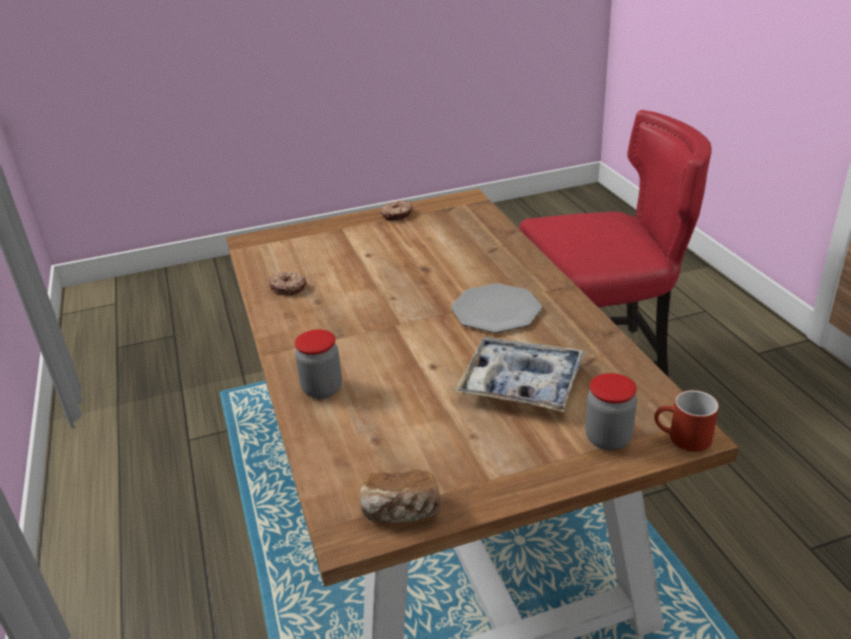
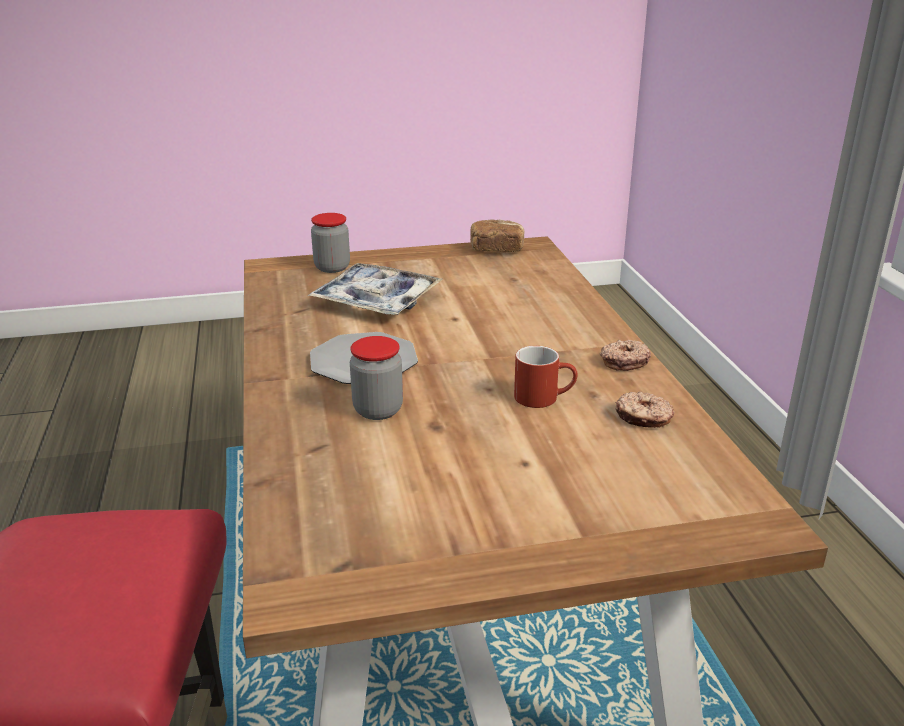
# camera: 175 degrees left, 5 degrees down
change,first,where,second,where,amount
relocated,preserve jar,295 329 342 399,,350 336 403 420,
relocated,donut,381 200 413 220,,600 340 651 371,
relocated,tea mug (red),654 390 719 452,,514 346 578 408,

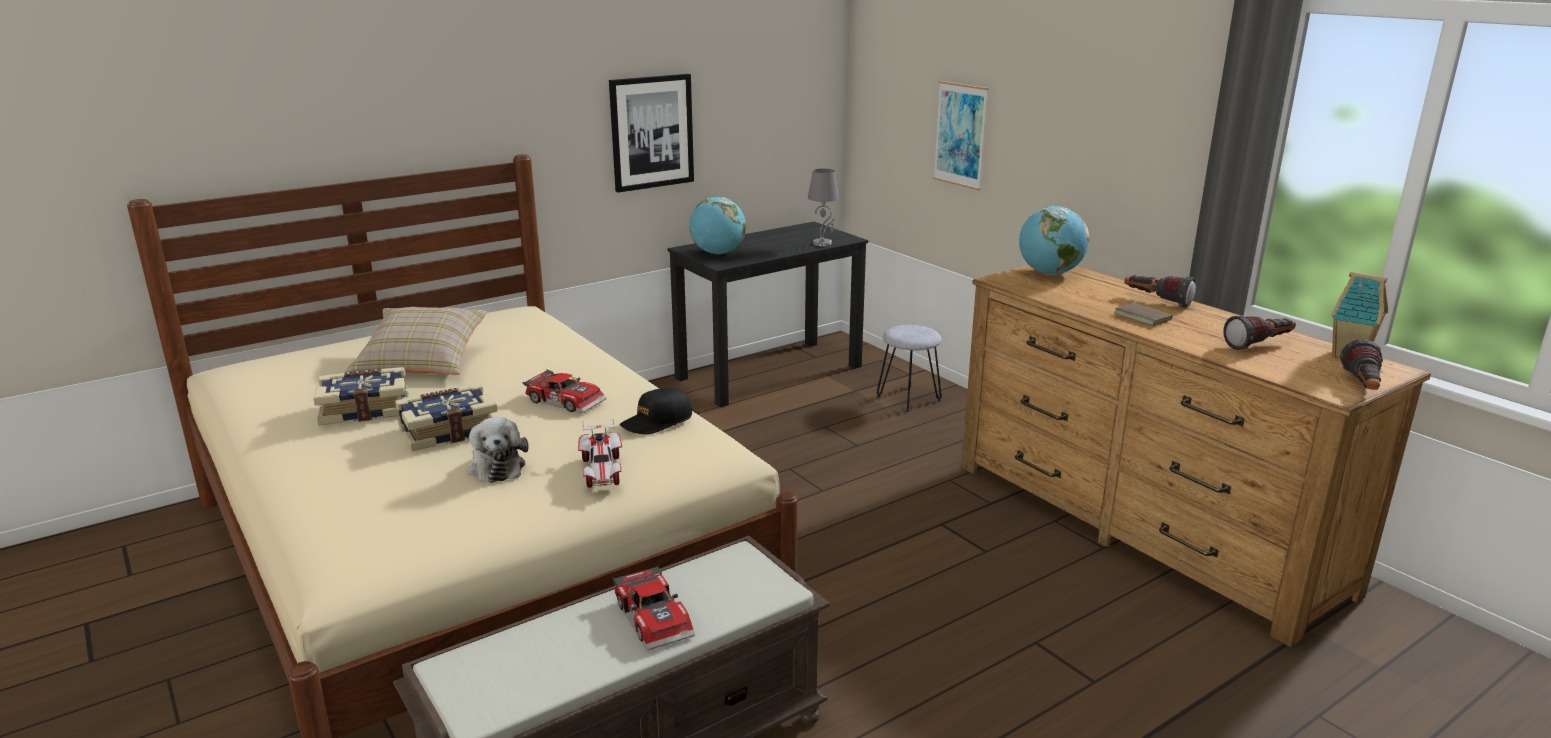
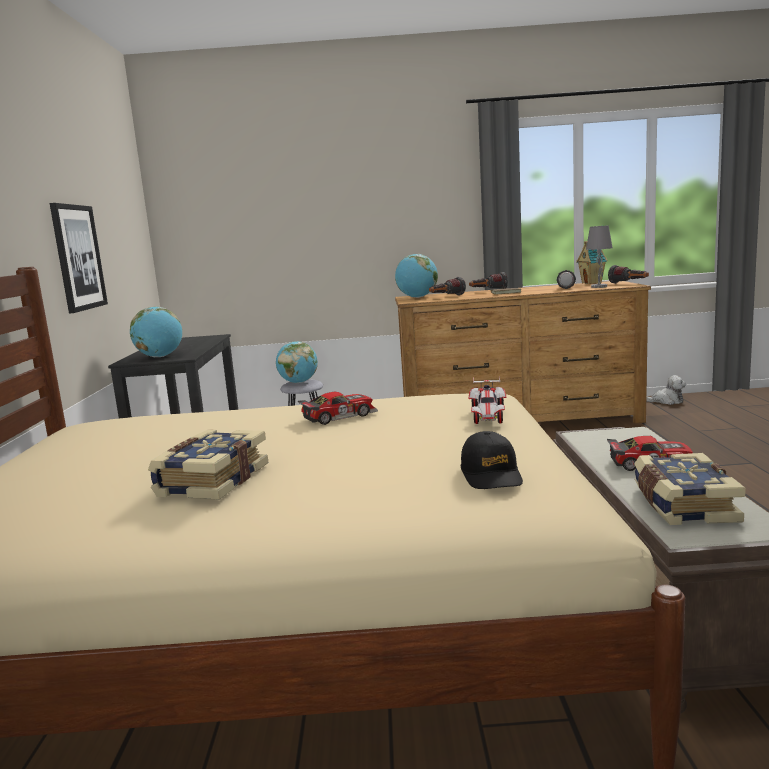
# camera: 55 degrees left, 10 degrees down
change,first,where,second,where,amount
missing,throw pillow (beige),345 307 487 375,,,
missing,wall art,933 81 988 190,,,
appeared,,,globe,276 341 318 383,
appeared,,,hand torch,429 277 466 296,
relocated,book,395 384 498 451,,634 453 746 525,
relocated,soft toy,467 417 529 483,,646 375 686 405,
relocated,peaked cap (black-coloured),620 387 692 434,,461 431 523 489,
relocated,lamp for a table (gray),808 169 839 246,,586 225 613 288,
spun,toy car,578 419 622 488,,468 376 506 424,75 degrees clockwise

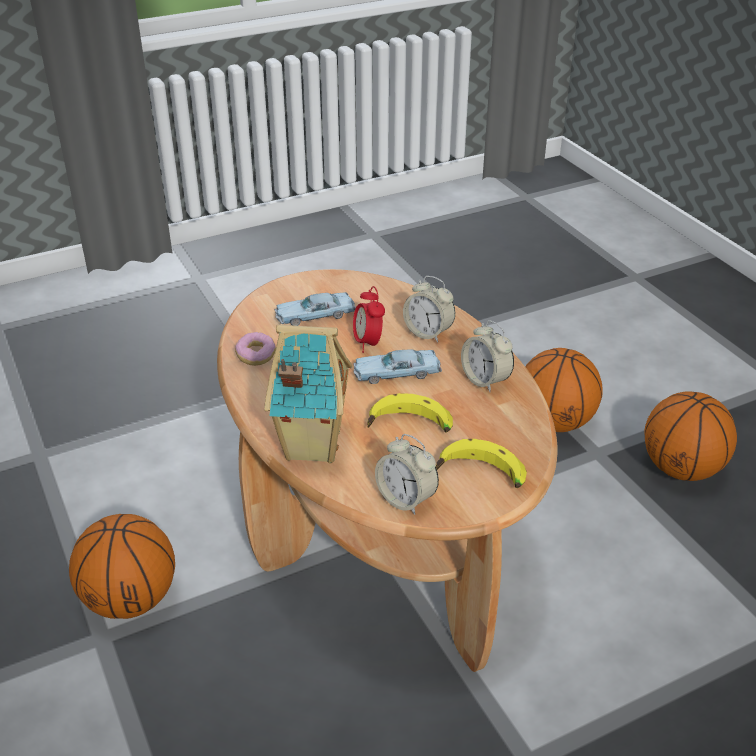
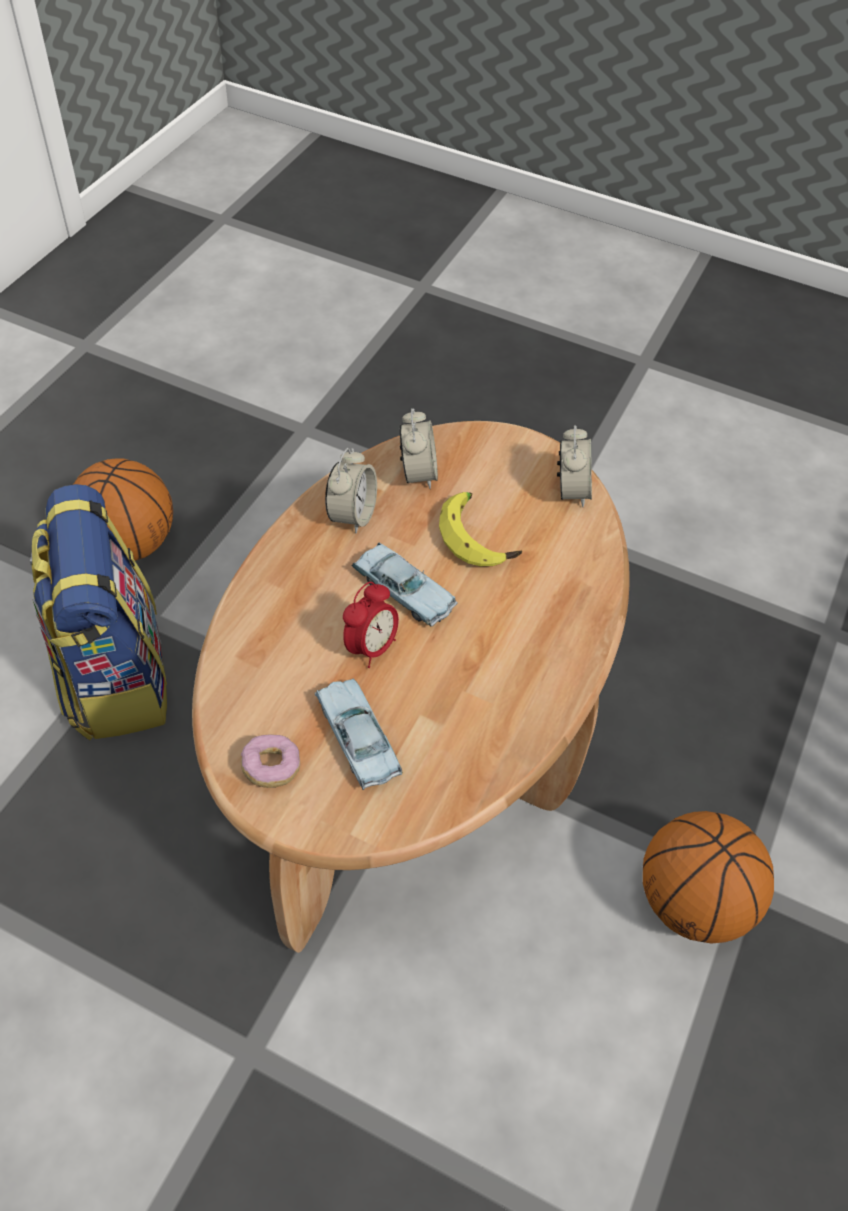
# camera: 130 degrees left, 15 degrees up
change,first,where,second,where,amount
missing,miniature house,264 325 352 464,,,
missing,whole banana,436 439 527 488,,,
relocated,donut,235 332 276 366,,241 734 300 788,
relocated,alarm clock,403 276 455 343,,400 408 438 489,
exchanged,basketball,525 348 603 432,rucksack,30 484 167 740,
spun,toy car (blue-coloured),275 292 356 326,,315 678 402 790,150 degrees counterclockwise

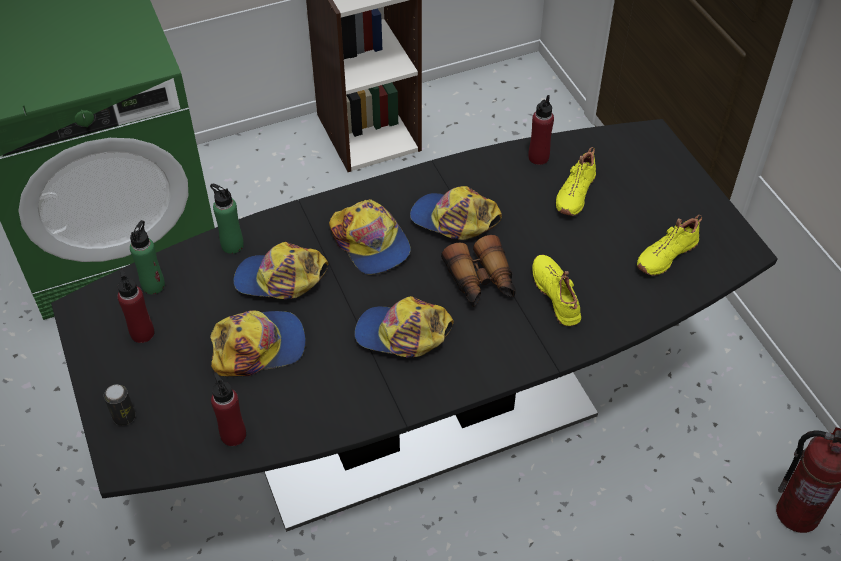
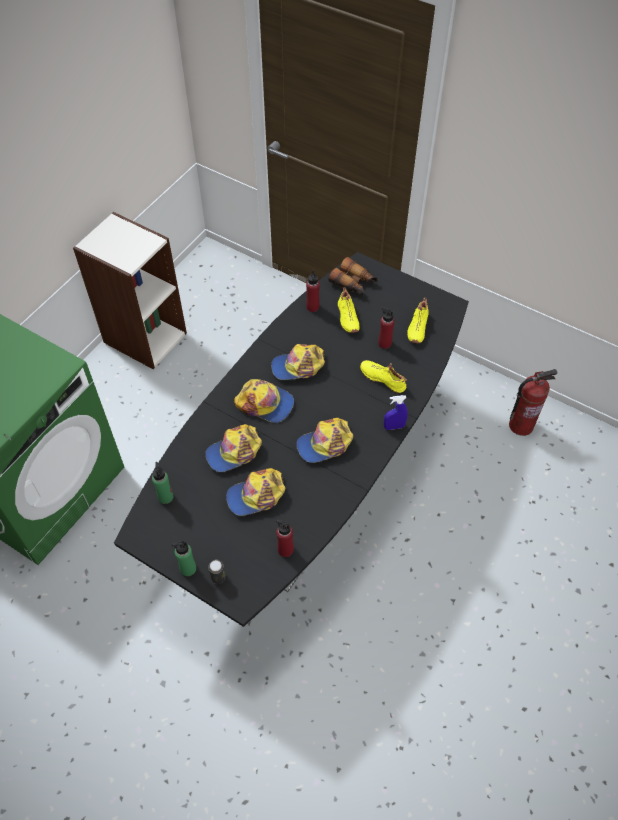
# camera: 35 degrees left, 5 degrees up
change,first,where,second,where,amount
appeared,,,spray bottle (blue-coloured),384 395 408 430,
relocated,bottle (red),117 269 154 343,,378 307 395 349,
relocated,bottle (greenish),210 184 244 254,,172 541 196 576,
relocated,field glasses,441 235 516 307,,329 257 377 295,
spun,peaked cap,210 310 306 376,,226 468 285 516,150 degrees counterclockwise

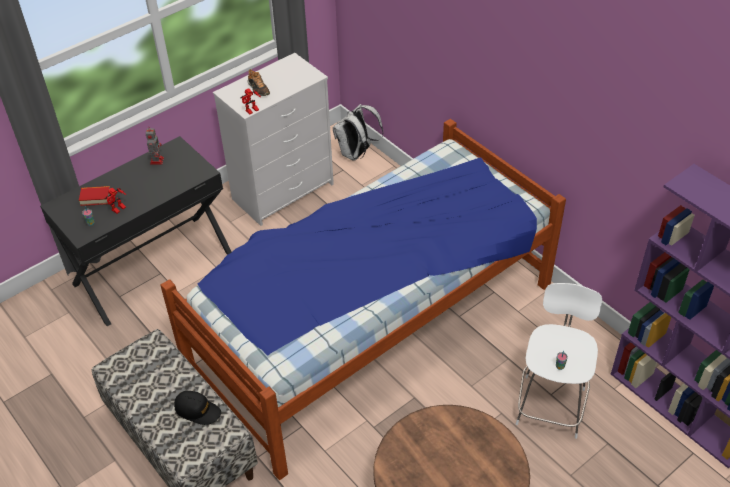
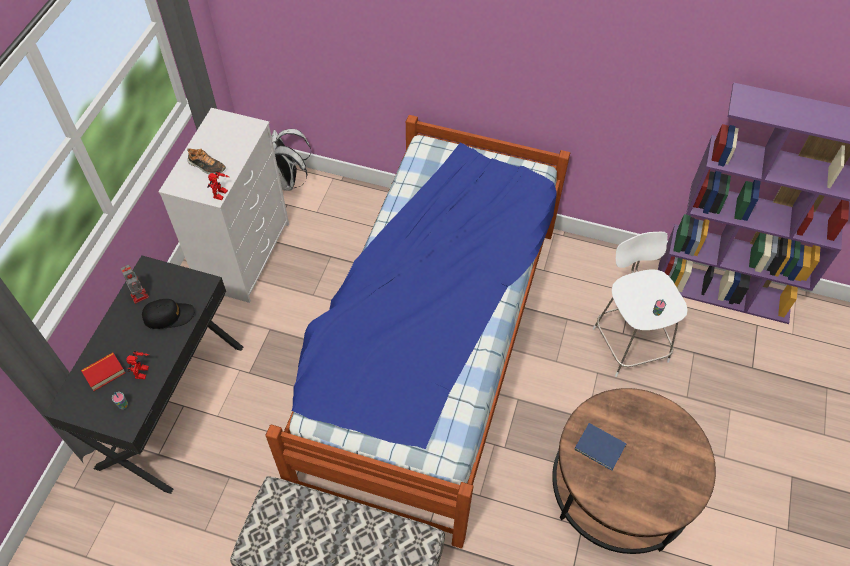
# camera: 35 degrees left, 10 degrees up
change,first,where,second,where,amount
appeared,,,book (blue-coloured),574 423 627 471,
relocated,peaked cap (black-coloured),174 391 221 425,,142 299 194 329,

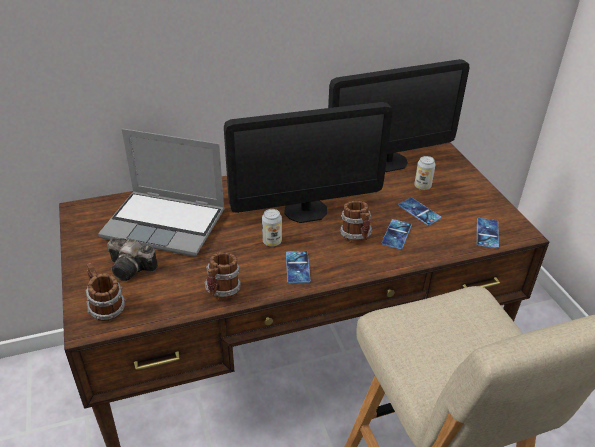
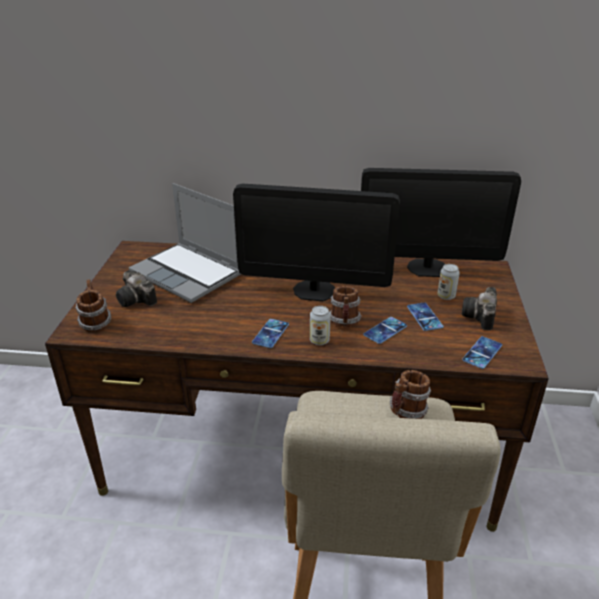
# camera: 25 degrees right, 5 degrees down
change,first,where,second,where,amount
appeared,,,photo camera,462 287 497 331,
relocated,tea mug,204 252 241 299,,390 370 431 419,
relocated,can,262 209 282 247,,310 306 331 345,

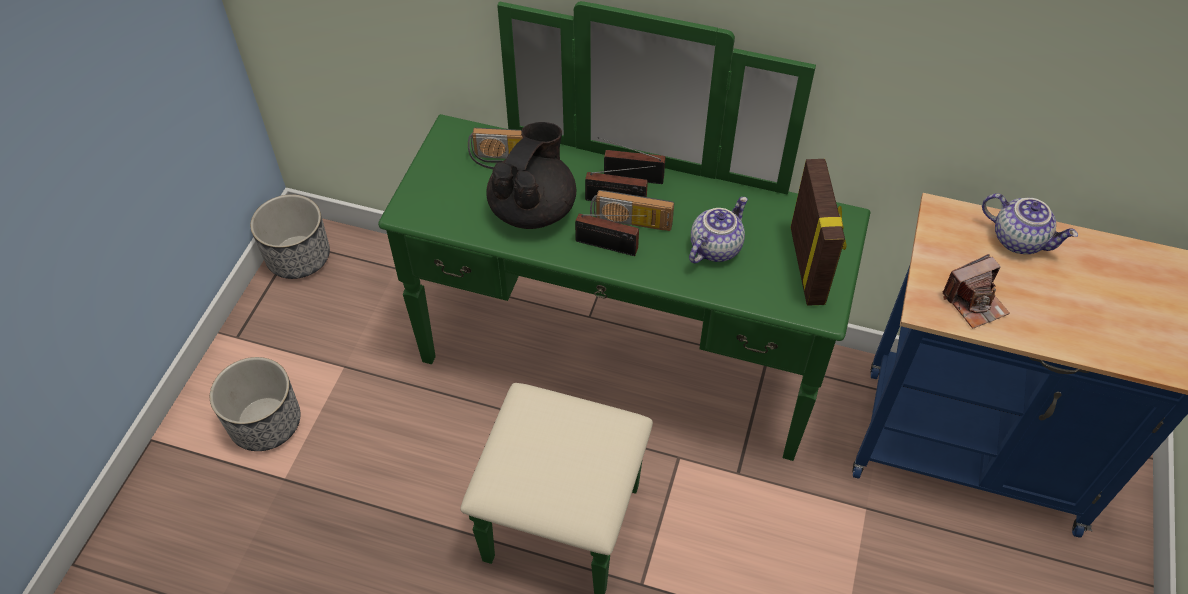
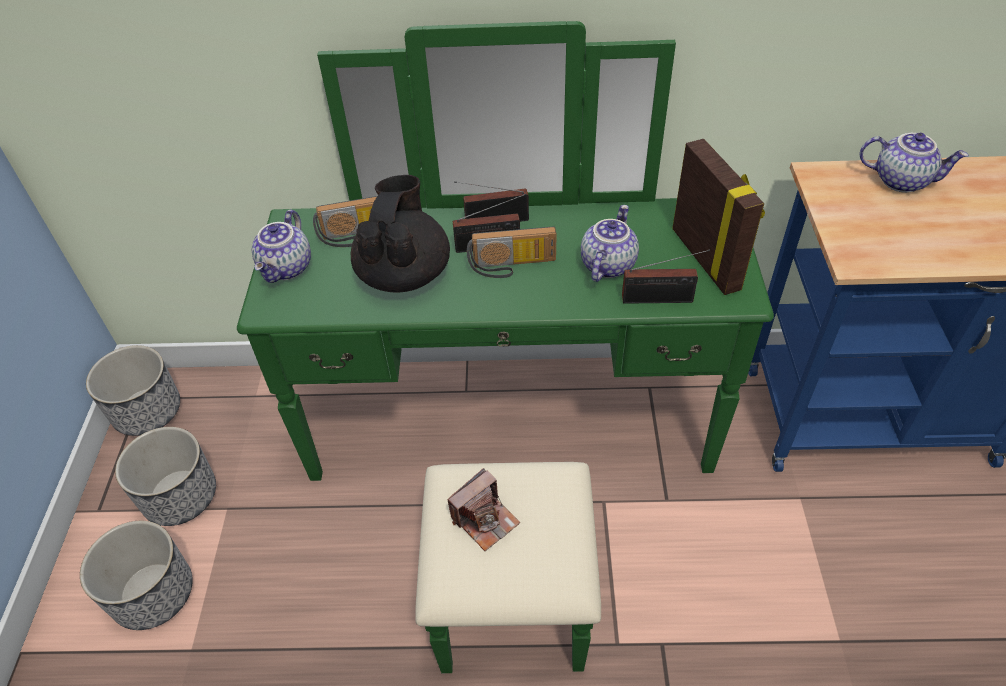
# camera: 15 degrees left, 5 degrees down
change,first,where,second,where,amount
appeared,,,flower pot,115 427 216 526,
appeared,,,pot for tea,252 210 311 283,
relocated,radio,575 213 647 256,,622 250 710 304,
relocated,photo camera,943 254 1010 329,,447 468 520 551,

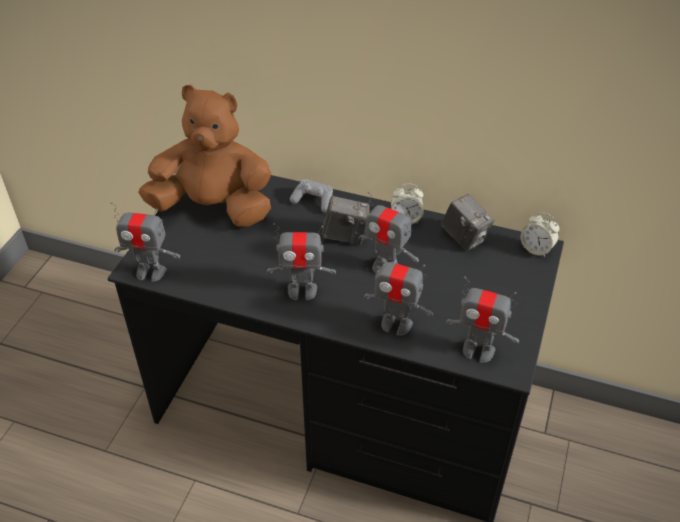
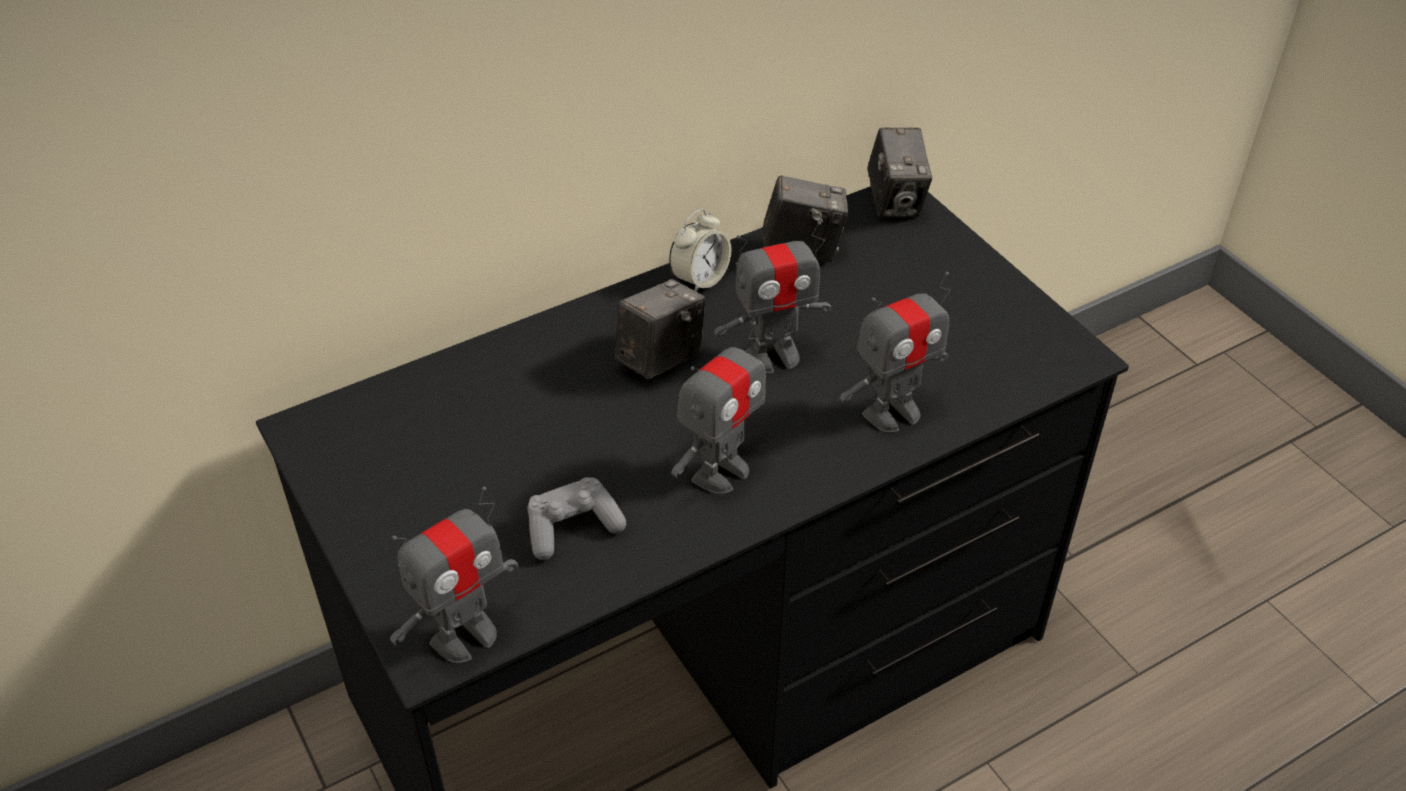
# camera: 50 degrees left, 0 degrees up
change,first,where,second,where,amount
missing,soft toy (brown),138 85 271 227,,,
missing,model robot,446 276 519 363,,,
relocated,joypad (gray),290 179 333 213,,527 477 626 560,
exchanged,alarm clock,520 212 559 257,photo camera,867 128 932 218,

